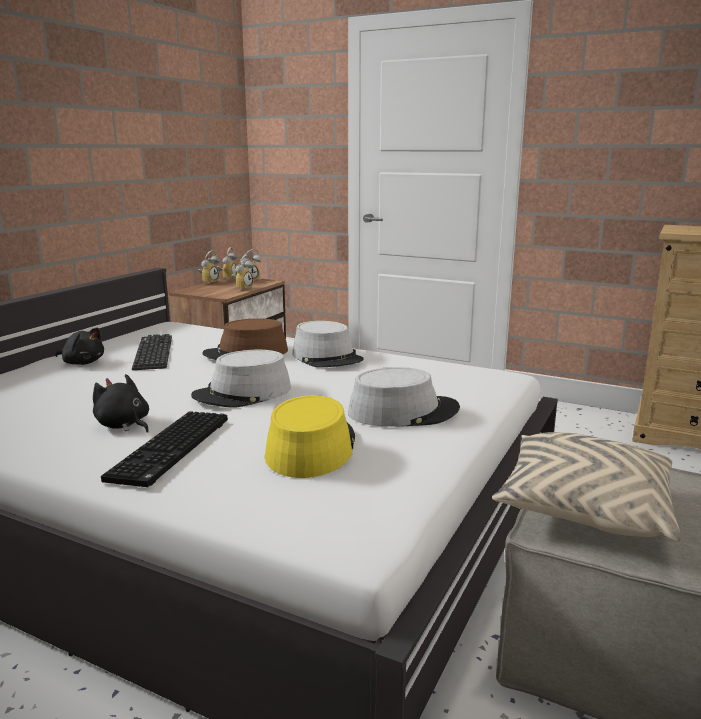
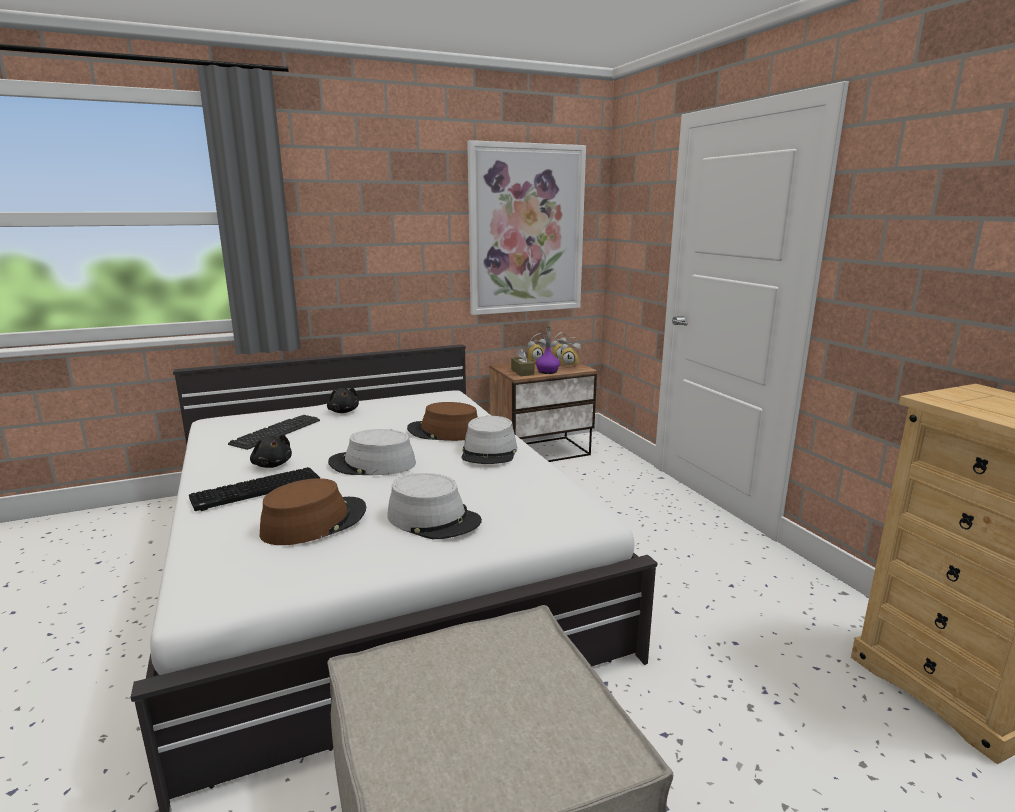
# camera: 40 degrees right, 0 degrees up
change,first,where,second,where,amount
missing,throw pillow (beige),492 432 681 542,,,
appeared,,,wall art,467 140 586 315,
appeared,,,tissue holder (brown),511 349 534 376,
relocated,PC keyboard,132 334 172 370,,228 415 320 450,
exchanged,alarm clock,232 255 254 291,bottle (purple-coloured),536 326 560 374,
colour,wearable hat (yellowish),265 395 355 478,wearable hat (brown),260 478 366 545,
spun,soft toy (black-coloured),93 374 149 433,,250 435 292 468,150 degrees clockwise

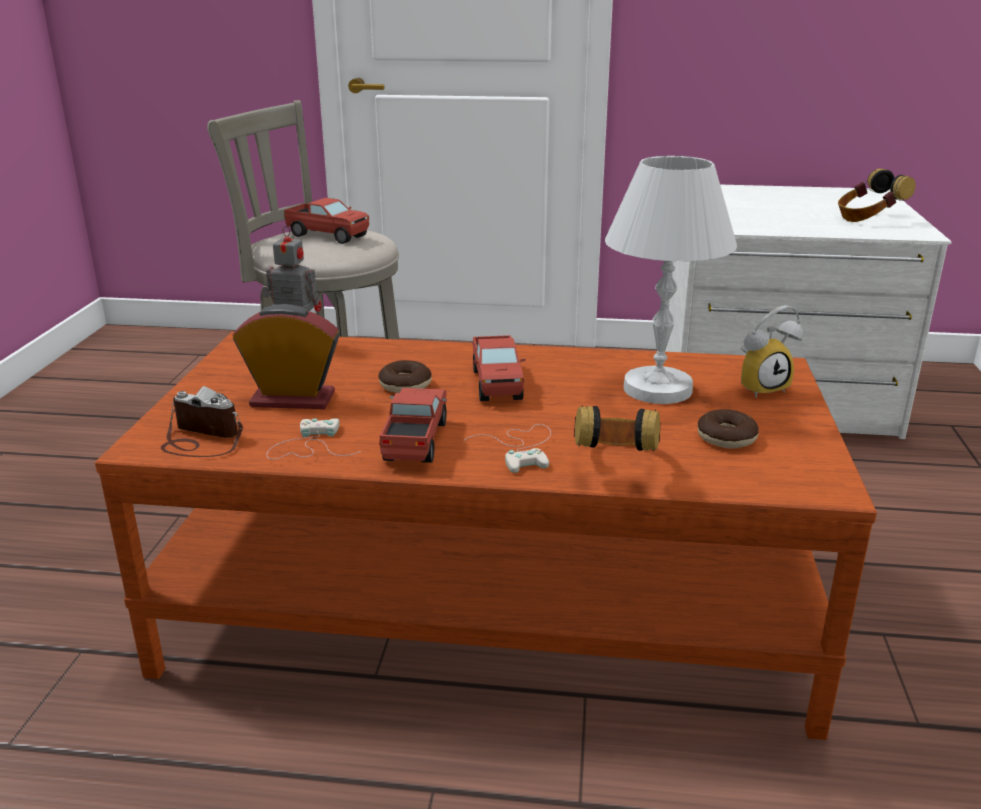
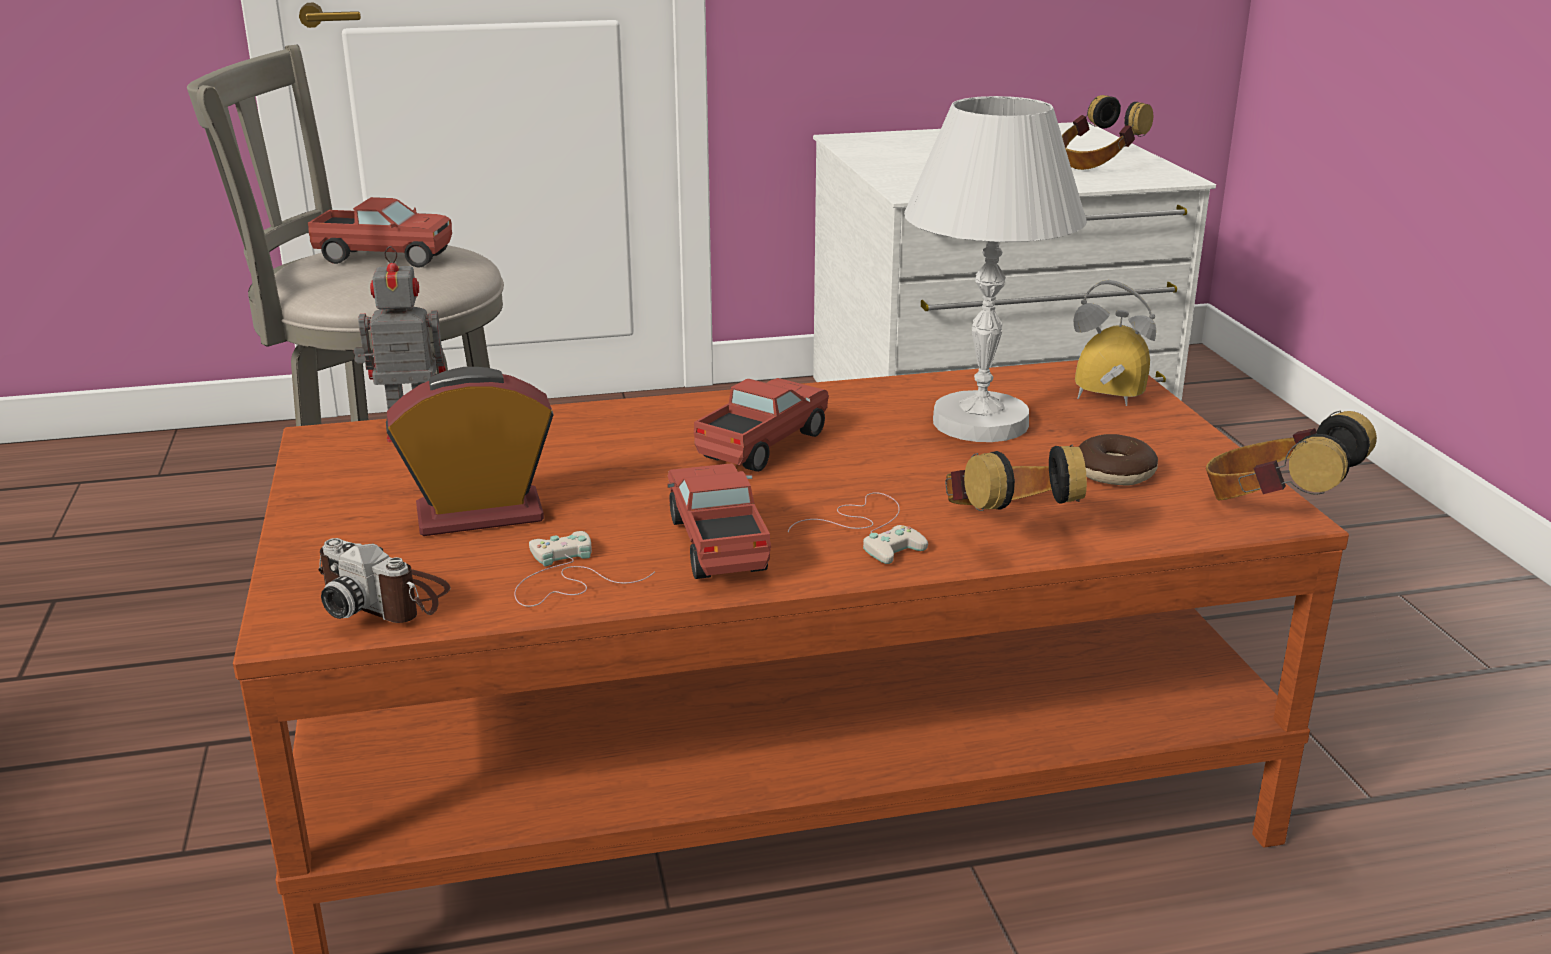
# camera: 20 degrees left, 0 degrees up
change,first,where,second,where,amount
missing,donut,378 360 432 393,,,
appeared,,,pair of headphones,1206 411 1377 501,
spun,photo camera,161 386 243 457,,318 538 450 623,150 degrees counterclockwise
spun,model truck,472 335 525 401,,693 378 829 472,120 degrees counterclockwise
spun,alarm clock,741 305 803 398,,1073 280 1156 406,120 degrees counterclockwise

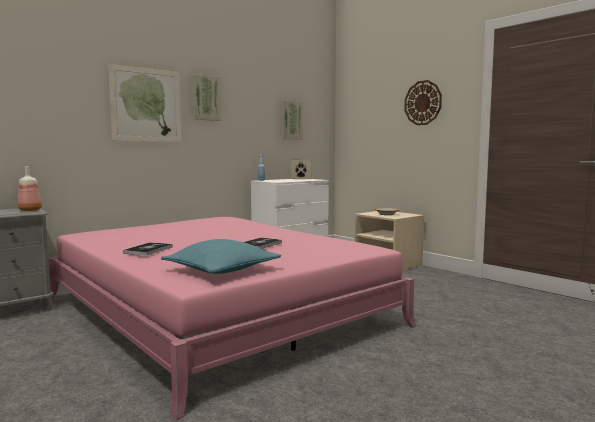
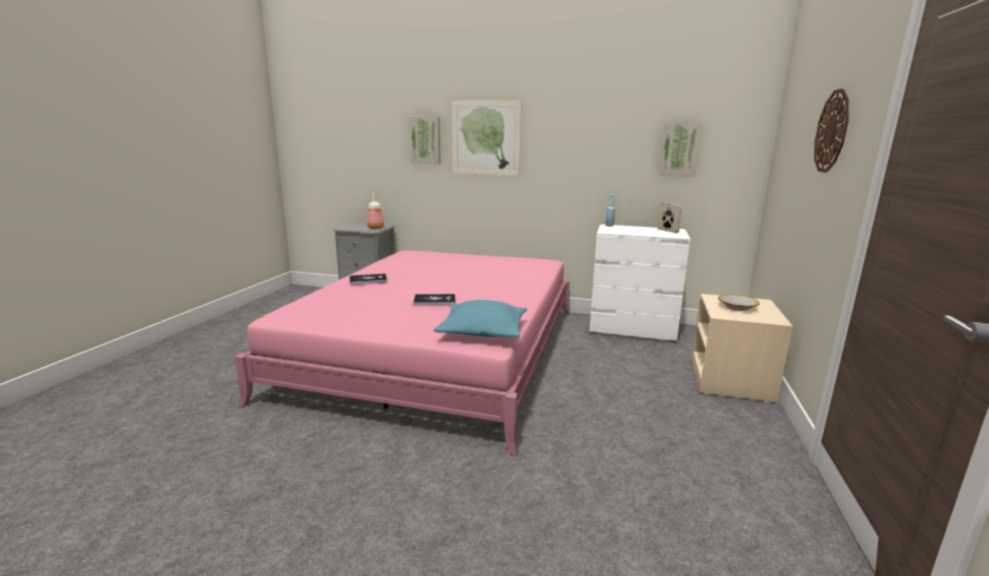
# camera: 55 degrees right, 10 degrees up
change,first,where,second,where,amount
relocated,throw pillow (turquoise),161 239 281 274,,434 300 527 338,
relocated,wall art,192 74 221 121,,409 117 440 164,

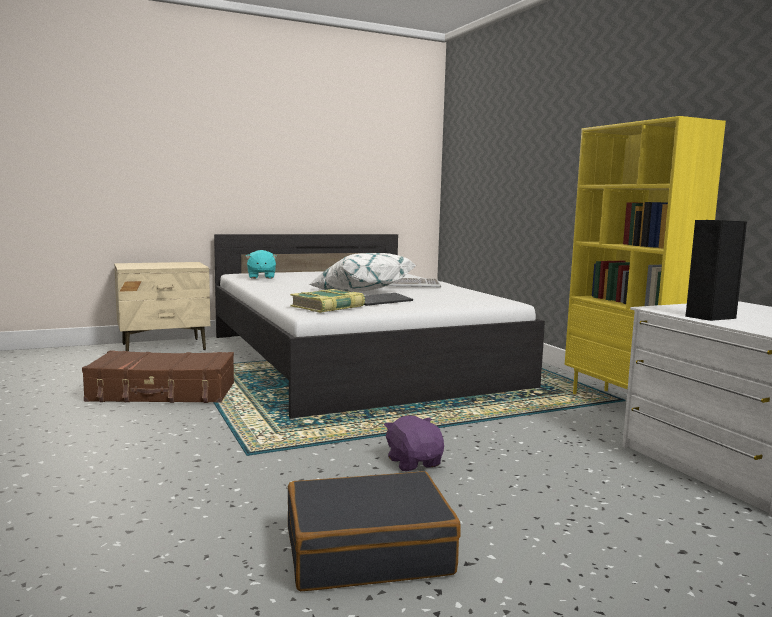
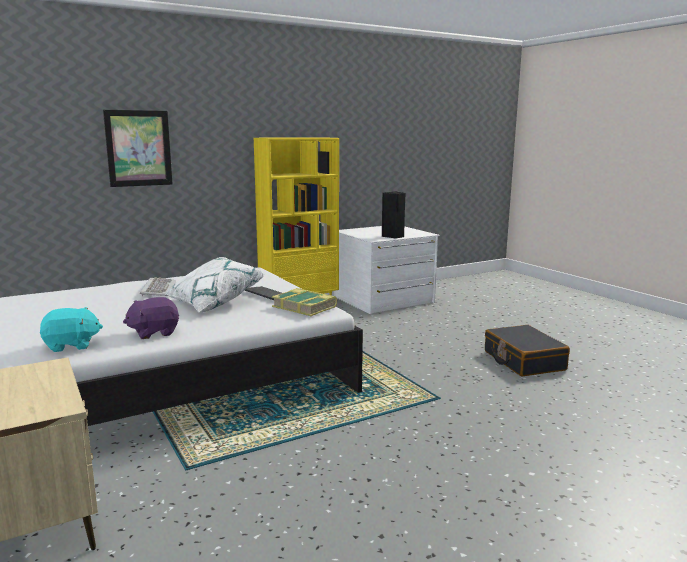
# camera: 95 degrees left, 5 degrees up
change,first,where,second,where,amount
missing,suitcase (brown),82 351 234 403,,,
appeared,,,wall art,103 110 172 187,
relocated,soft toy (purple-coloured),384 416 444 471,,123 297 179 339,

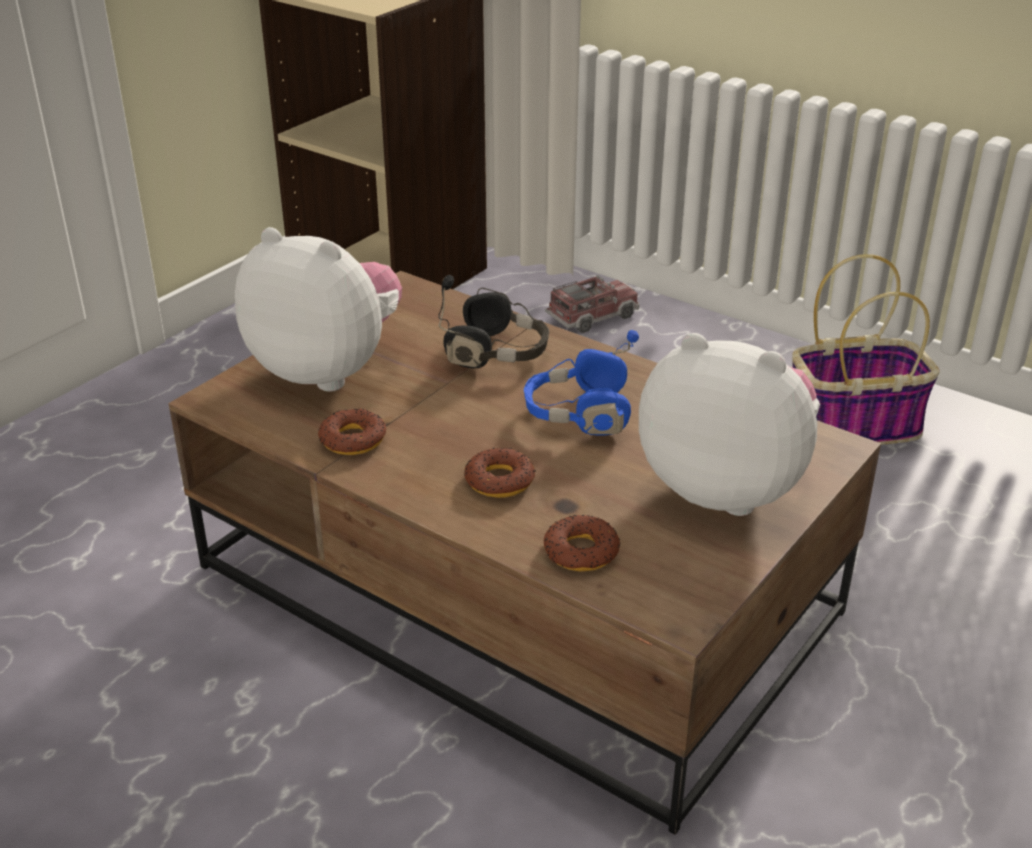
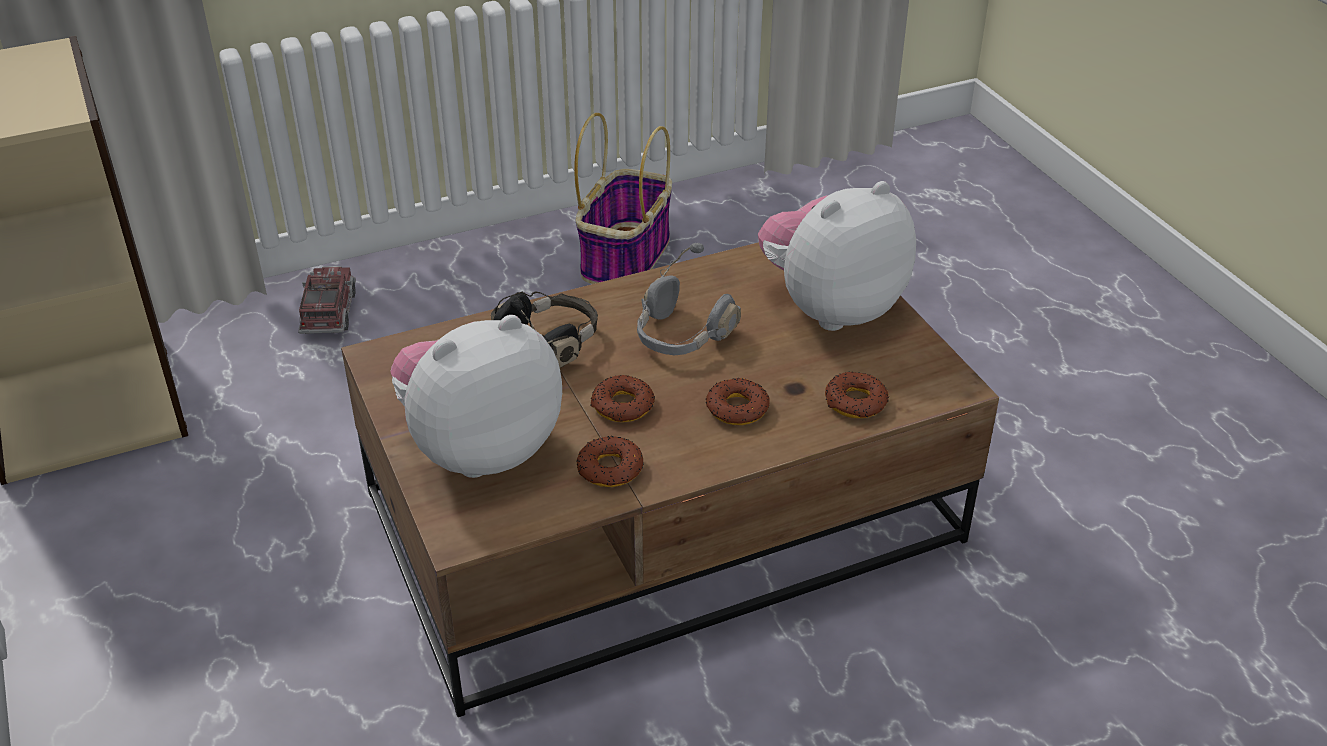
# camera: 60 degrees left, 5 degrees up
change,first,where,second,where,amount
appeared,,,donut,590 375 655 422,
colour,pair of headphones (blue-coloured),524 330 639 436,pair of headphones (gray),637 243 741 355,

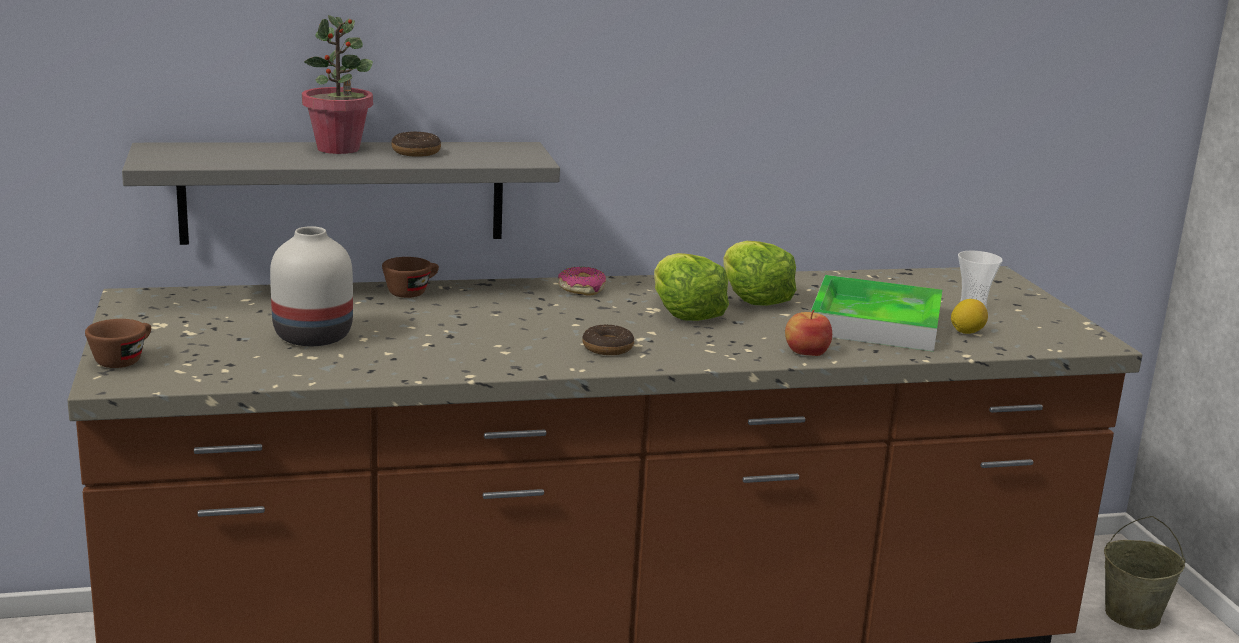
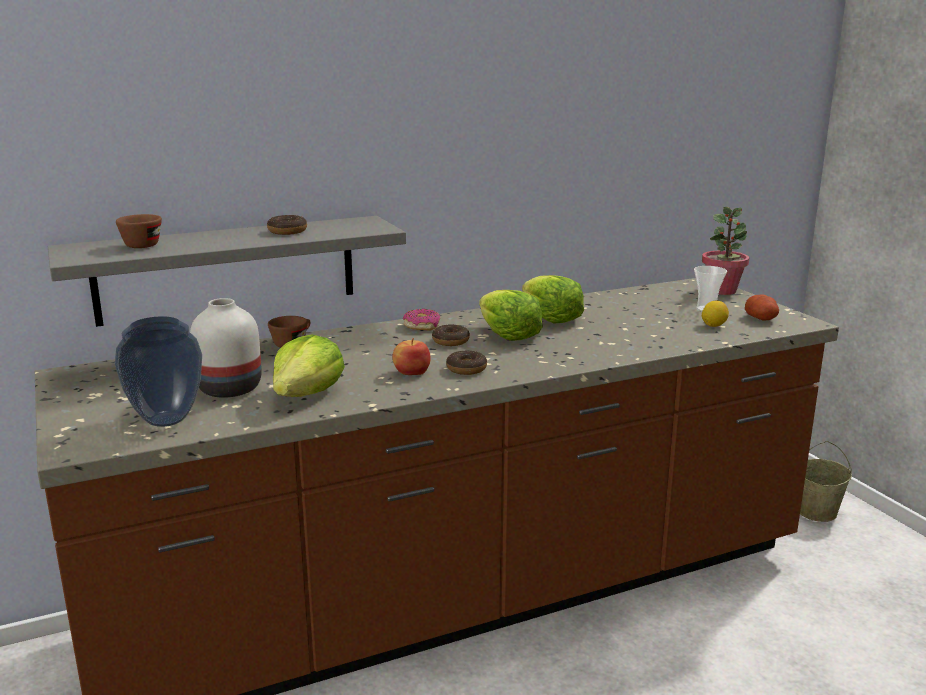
# camera: 10 degrees left, 0 degrees up
change,first,where,second,where,amount
missing,carrying tray,810 275 942 352,,,
appeared,,,vase,115 316 202 427,
appeared,,,lettuce head,273 334 345 397,
appeared,,,donut,432 324 470 346,
appeared,,,whole potato,745 294 779 321,
relocated,drinking cup (brown),85 319 151 368,,116 214 162 248,
relocated,houseplant,302 15 373 154,,702 207 749 295,
relocated,apple,785 310 832 356,,392 338 431 375,

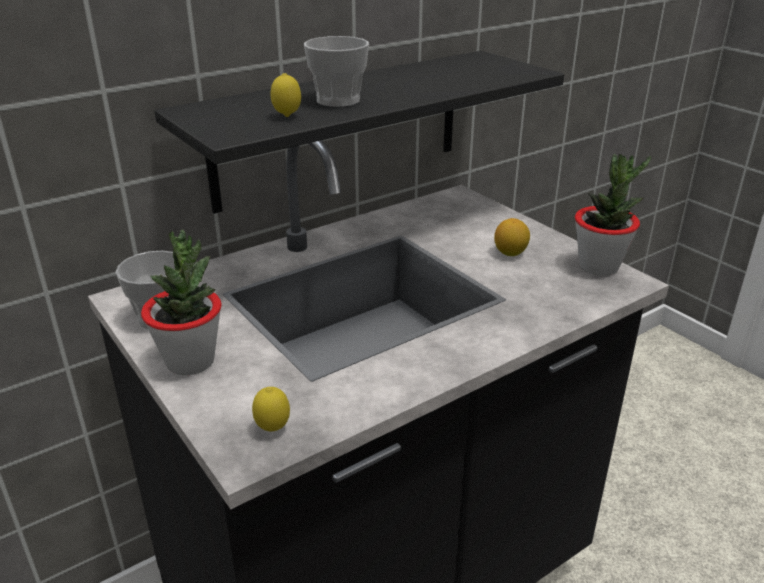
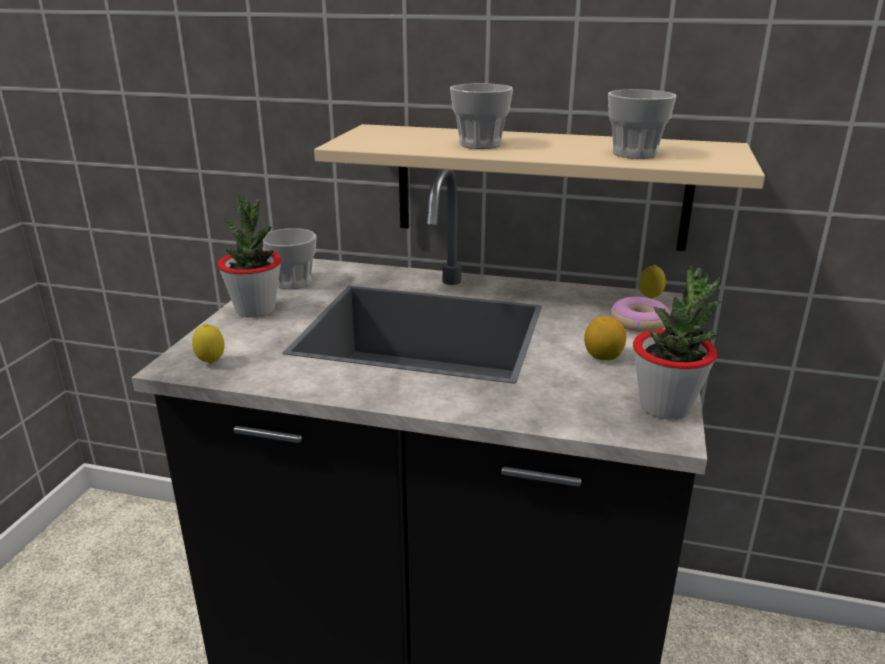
# camera: 50 degrees right, 5 degrees down
change,first,where,second,where,amount
appeared,,,drinking cup,608 89 676 159,
appeared,,,donut,610 297 670 332,
relocated,citrus fruit,271 73 301 117,,639 265 666 299,
colour,bracket shelf (black-coloured),155 51 564 214,bracket shelf (beige),314 124 765 251,

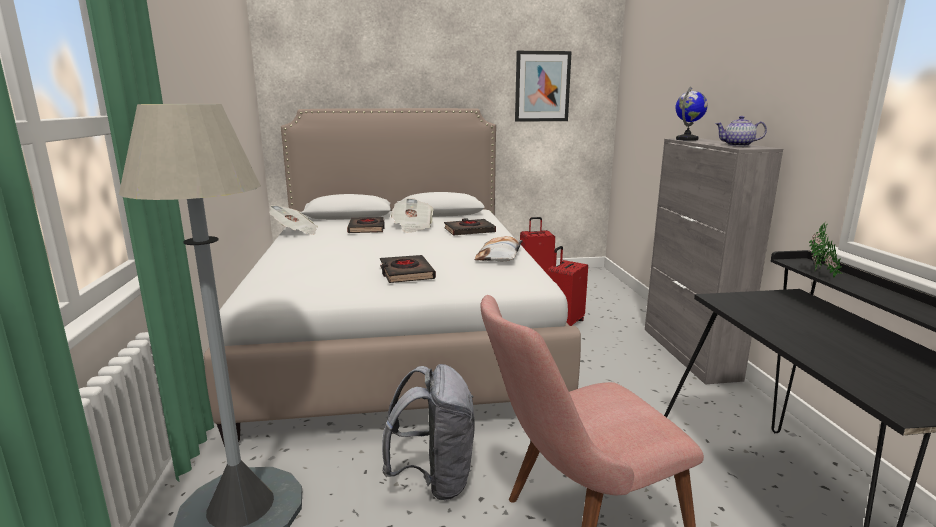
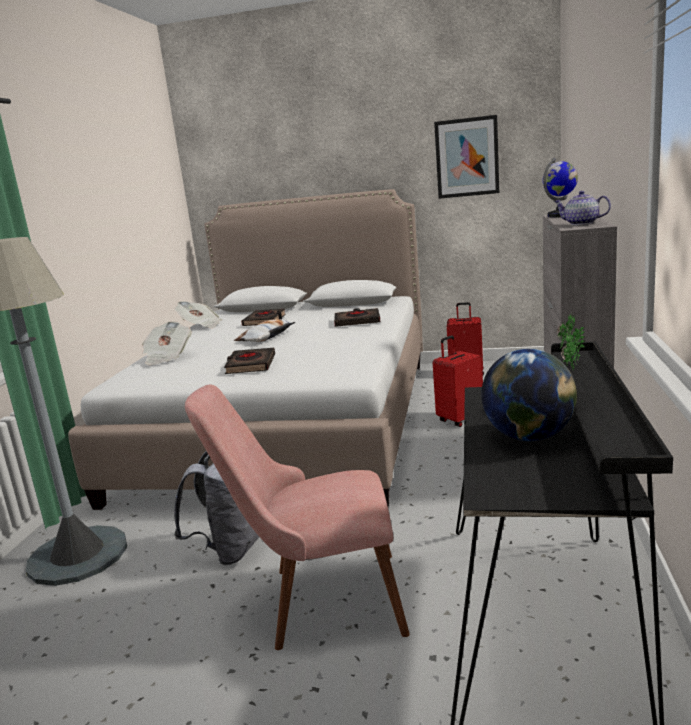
# camera: 20 degrees right, 0 degrees up
change,first,where,second,where,amount
appeared,,,globe,481 349 577 441,
relocated,newspaper,391 198 433 233,,142 321 192 365,
relocated,throw pillow,474 236 523 262,,233 319 295 342,

